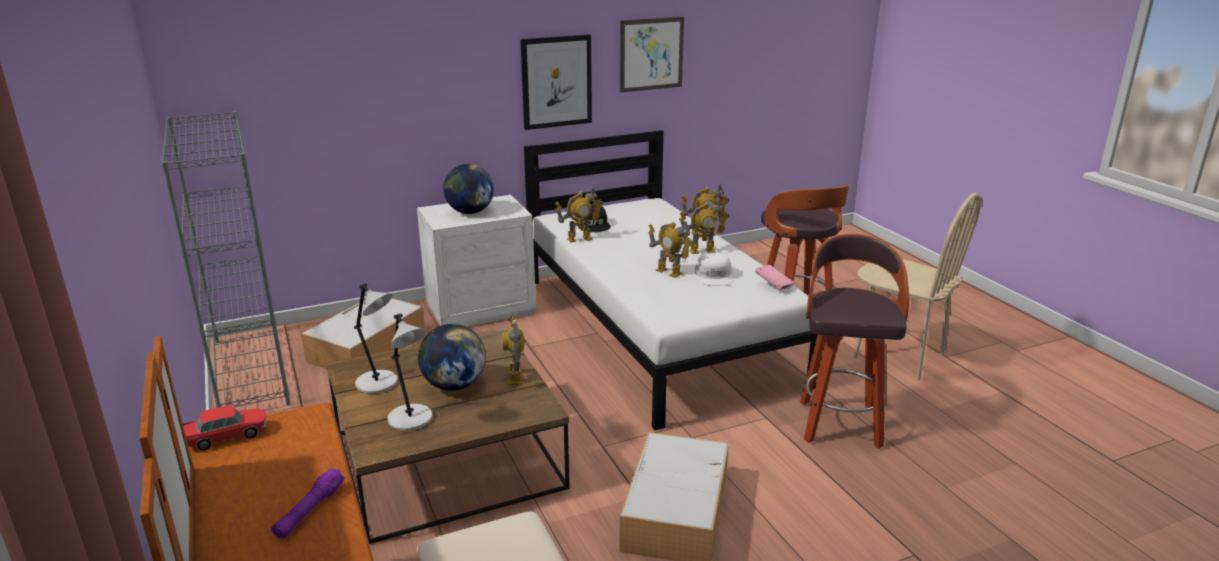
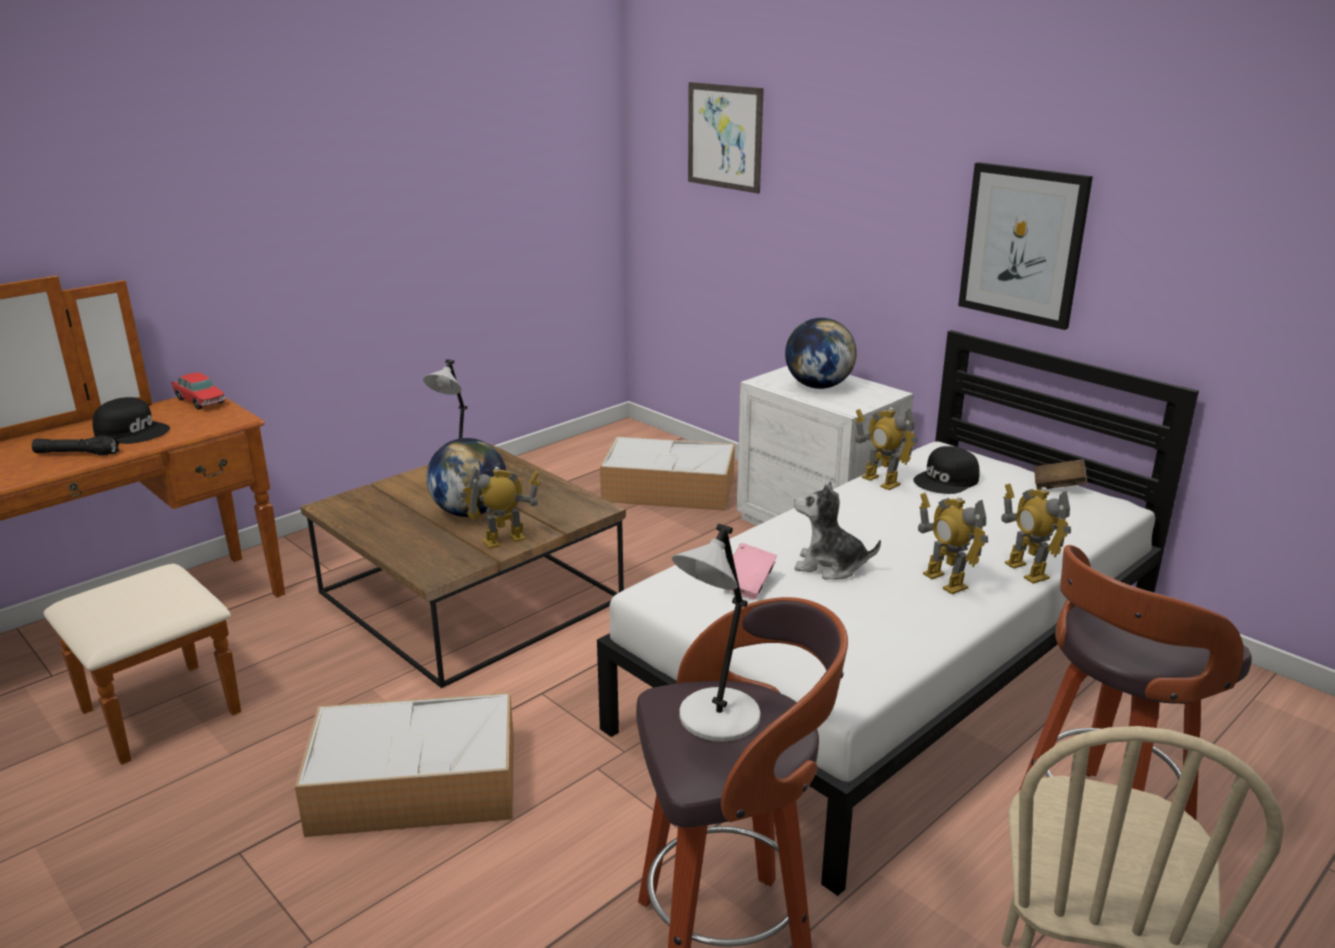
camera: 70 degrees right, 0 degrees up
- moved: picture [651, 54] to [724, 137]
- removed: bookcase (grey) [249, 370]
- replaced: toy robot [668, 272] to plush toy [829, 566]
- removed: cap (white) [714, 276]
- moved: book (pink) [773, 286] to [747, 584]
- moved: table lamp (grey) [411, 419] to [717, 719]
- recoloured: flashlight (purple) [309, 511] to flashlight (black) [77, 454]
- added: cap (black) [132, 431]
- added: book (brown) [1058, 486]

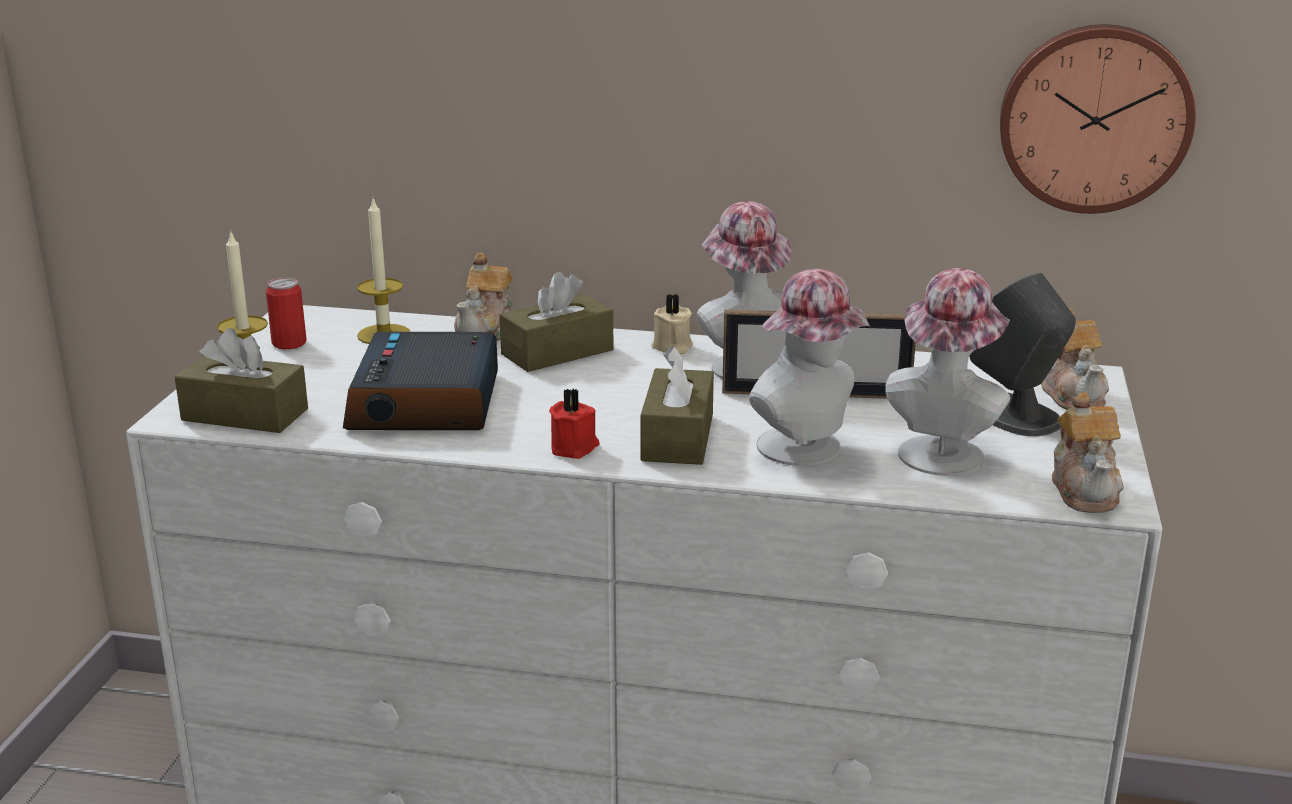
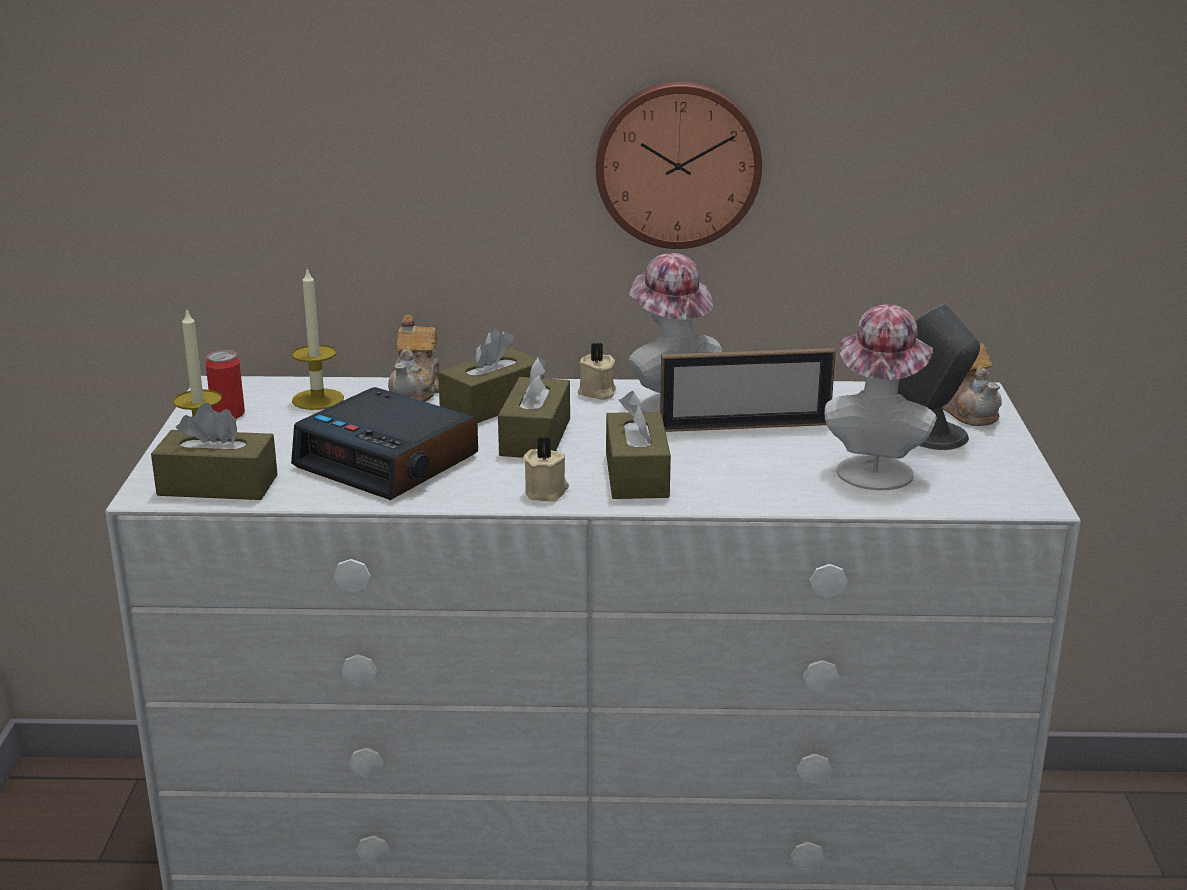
camera: 10 degrees left, 0 degrees up
- moved: wall clock [1094, 117] to [678, 163]
- removed: hat [807, 450]
- turned: alarm clock [426, 402] = [389, 461] 45 degrees counterclockwise
- recoloured: candle (red) [575, 448] to candle (beige) [547, 492]
- removed: teapot [1085, 490]
- added: tissue box (brown) [535, 437]

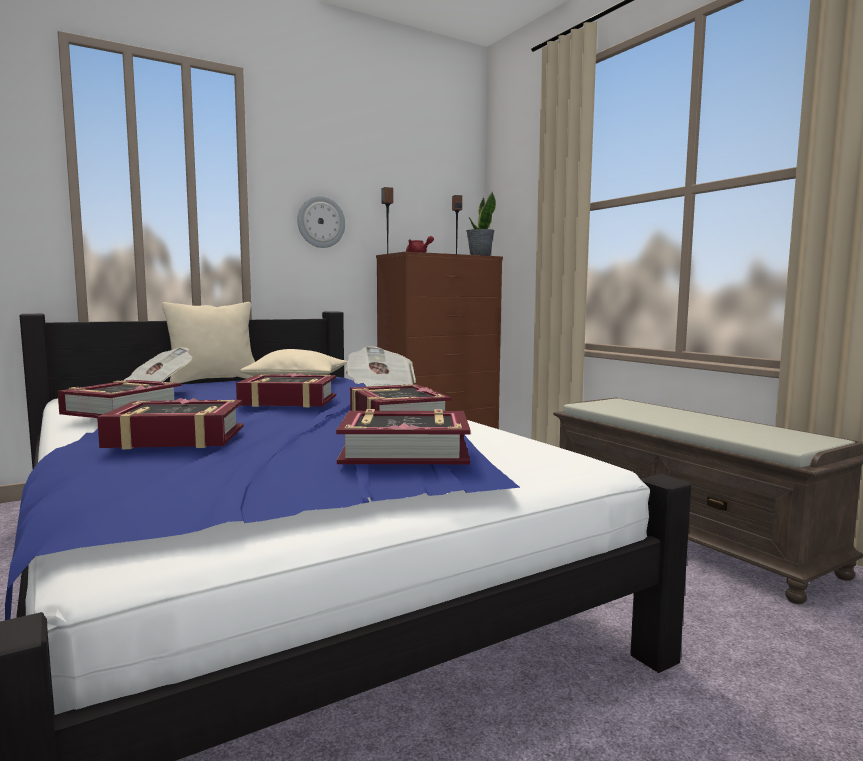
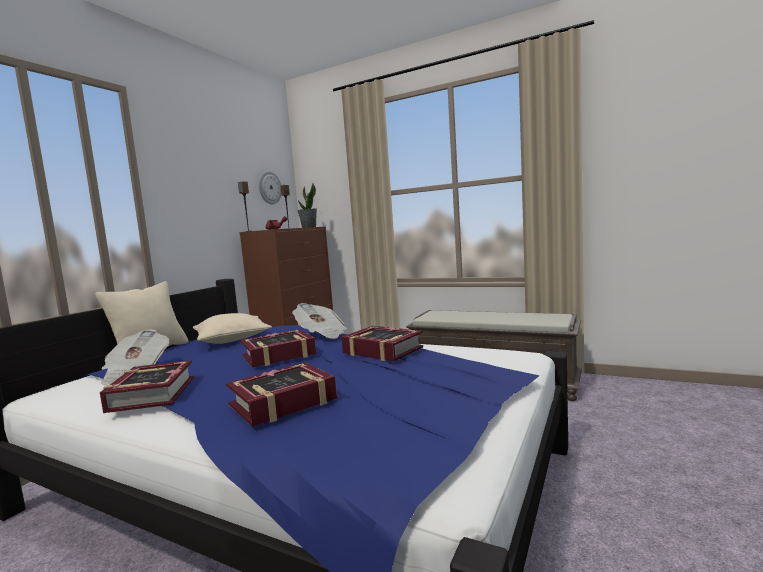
camera: 30 degrees left, 0 degrees up
- moved: wall clock [321, 222] to [269, 187]
- removed: book [405, 451]

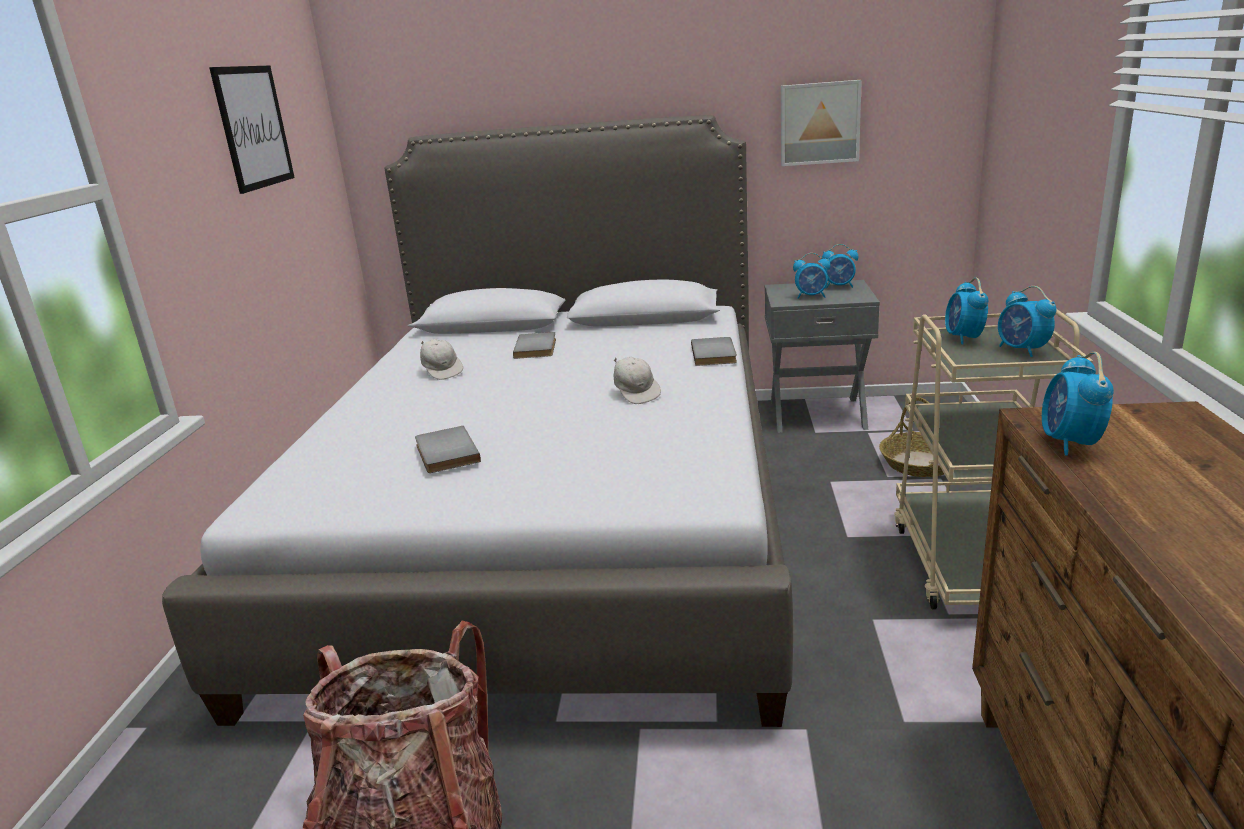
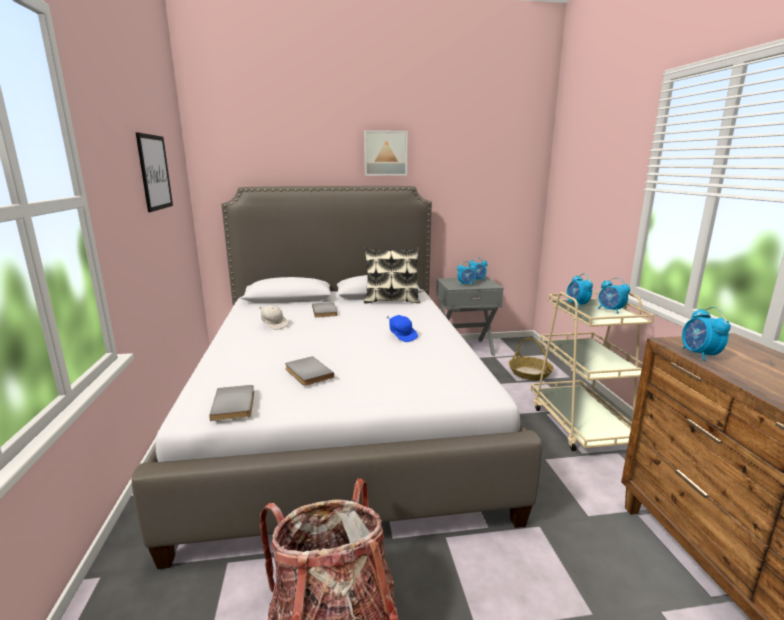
camera: 15 degrees left, 5 degrees down
- moved: picture [819, 123] to [385, 153]
- moved: book (grey) [715, 354] to [235, 404]
- recoloured: cap (white) [636, 393] to cap (blue) [402, 336]
- added: pillow [391, 300]

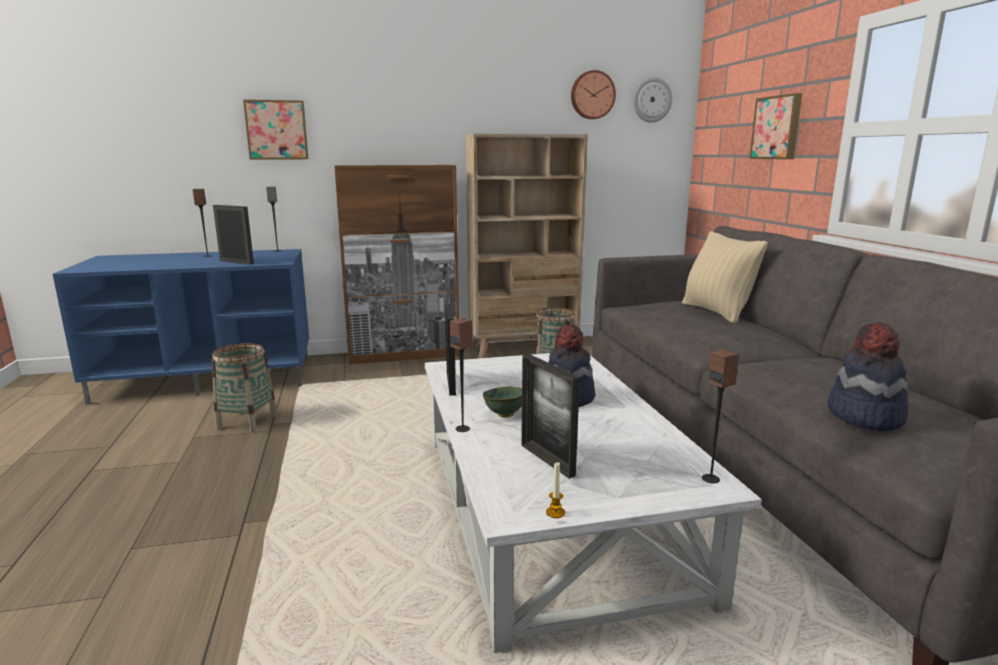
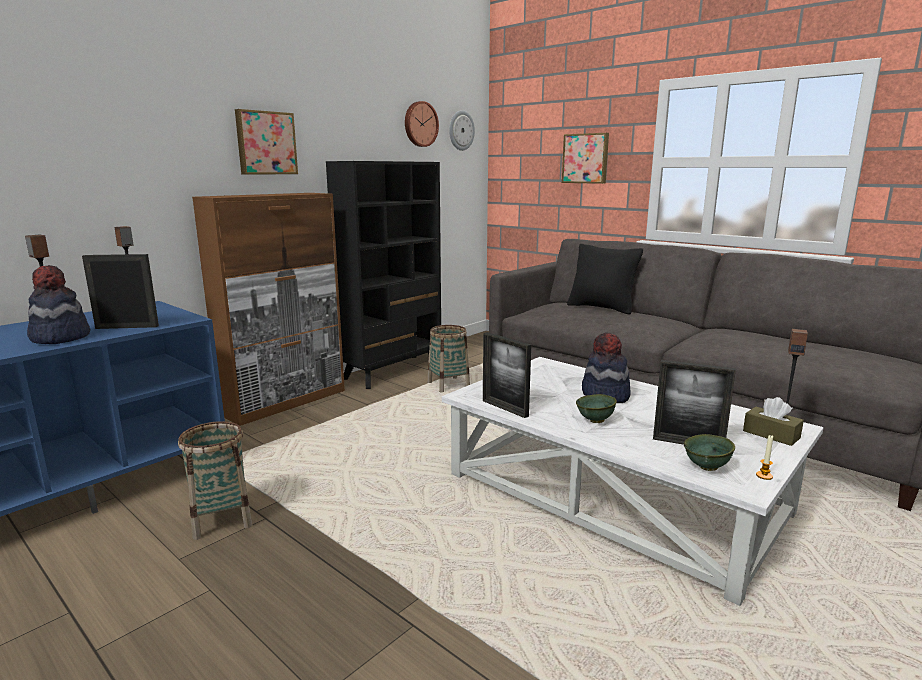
camera: 35 degrees left, 0 degrees up
- moved: picture [277, 130] to [265, 143]
- recoloured: bookcase (beige) [524, 349] to bookcase (black) [393, 371]
- recoloured: pillow (beige) [716, 312] to pillow (black) [601, 308]
- removed: speaker [463, 428]
- moved: hat [864, 416] to [60, 337]
- added: tissue box (brown) [771, 434]
- added: bowl (green) [707, 468]

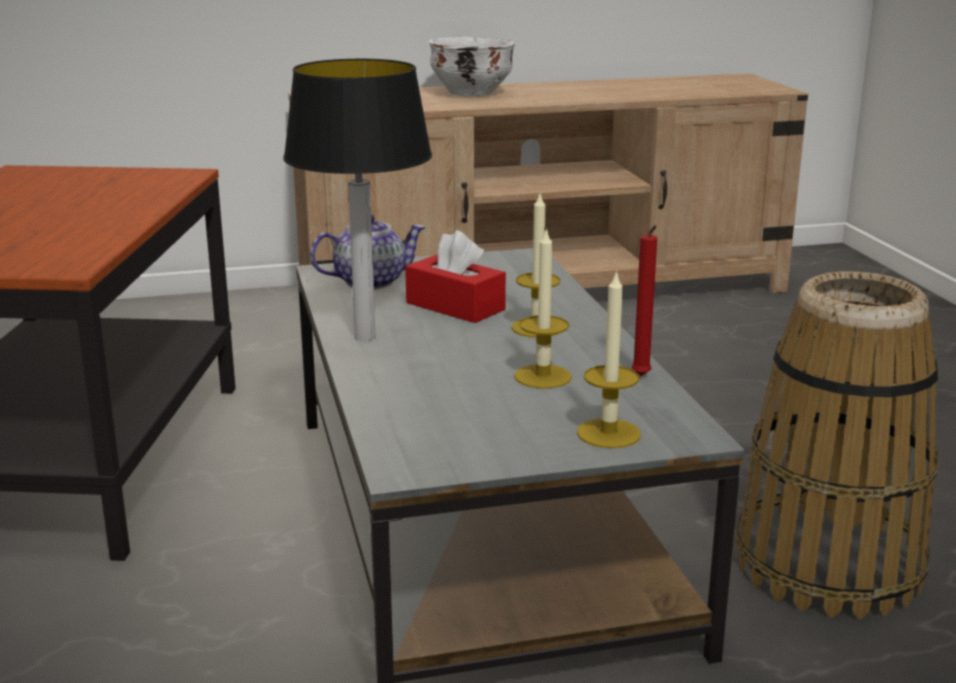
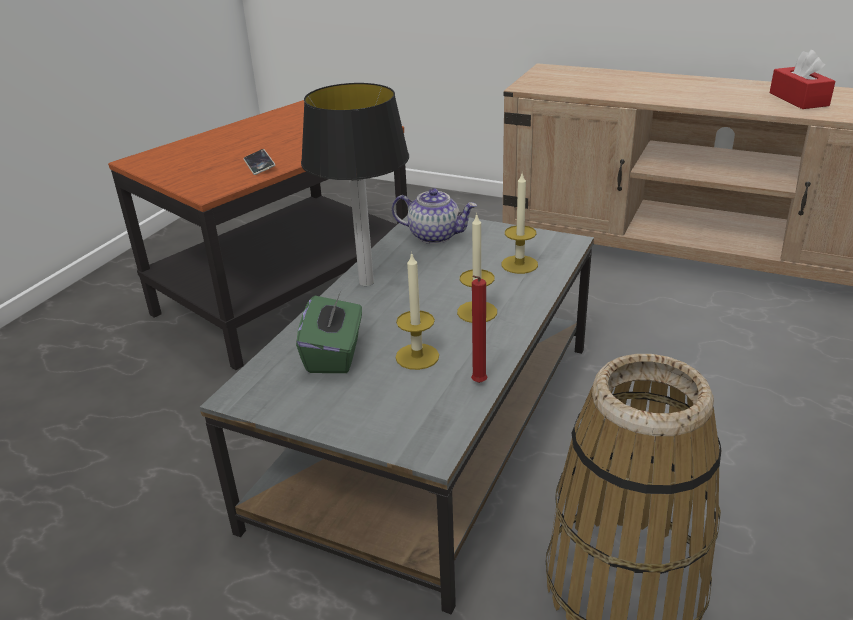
camera: 40 degrees right, 10 degrees up
- removed: bowl (white) [470, 93]
- moved: tissue box (red) [455, 306] to [798, 99]
- moved: candle [608, 433] to [519, 264]
- added: phone [259, 165]
- added: tissue box (green) [334, 354]

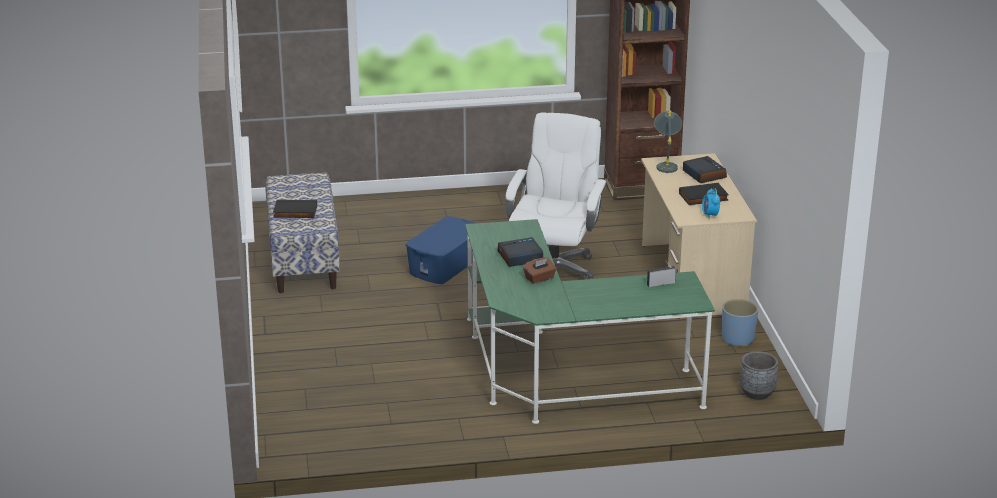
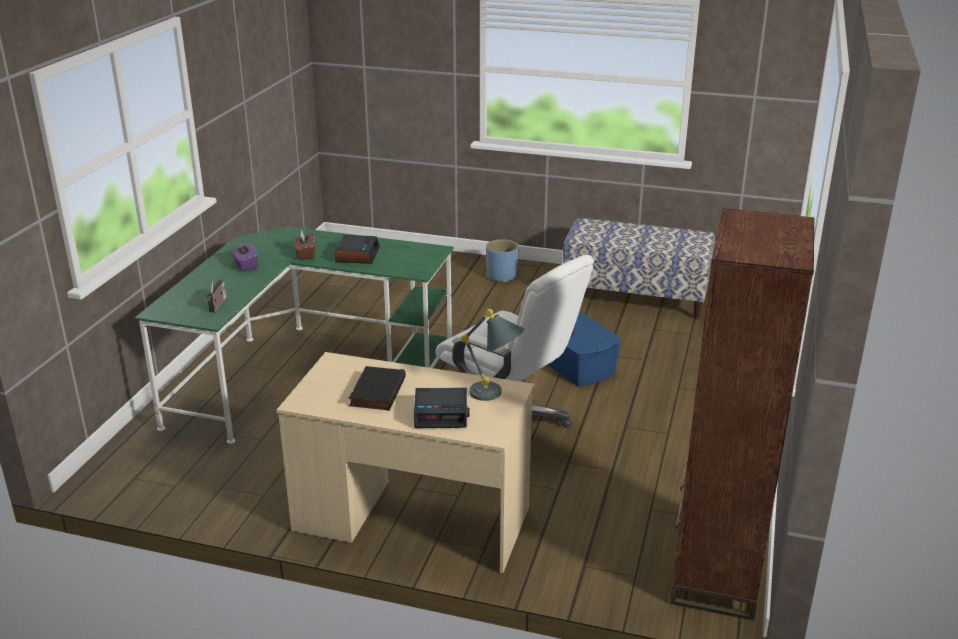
camera: 115 degrees right, 0 degrees up
- removed: alarm clock [710, 215]
- removed: book (black) [295, 212]
- moved: planter (blue) [737, 338] to [502, 276]
- removed: planter (grey) [756, 393]
- added: tissue box (purple) [245, 265]

